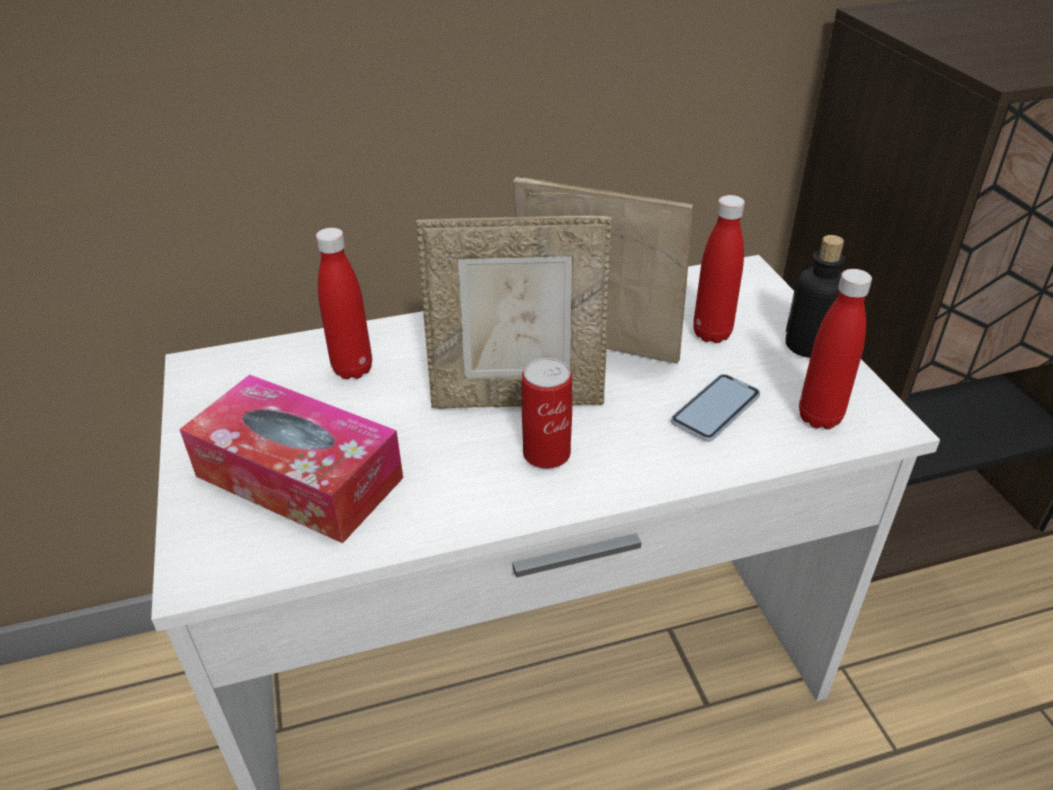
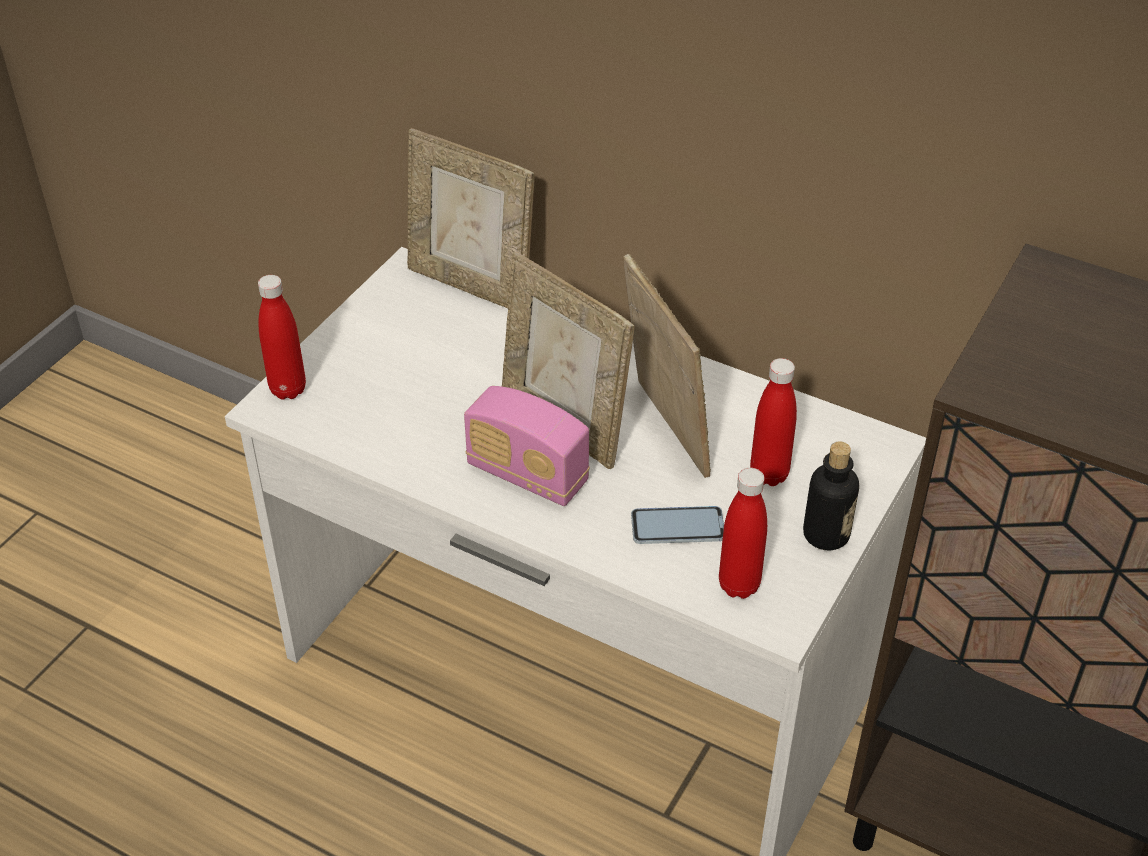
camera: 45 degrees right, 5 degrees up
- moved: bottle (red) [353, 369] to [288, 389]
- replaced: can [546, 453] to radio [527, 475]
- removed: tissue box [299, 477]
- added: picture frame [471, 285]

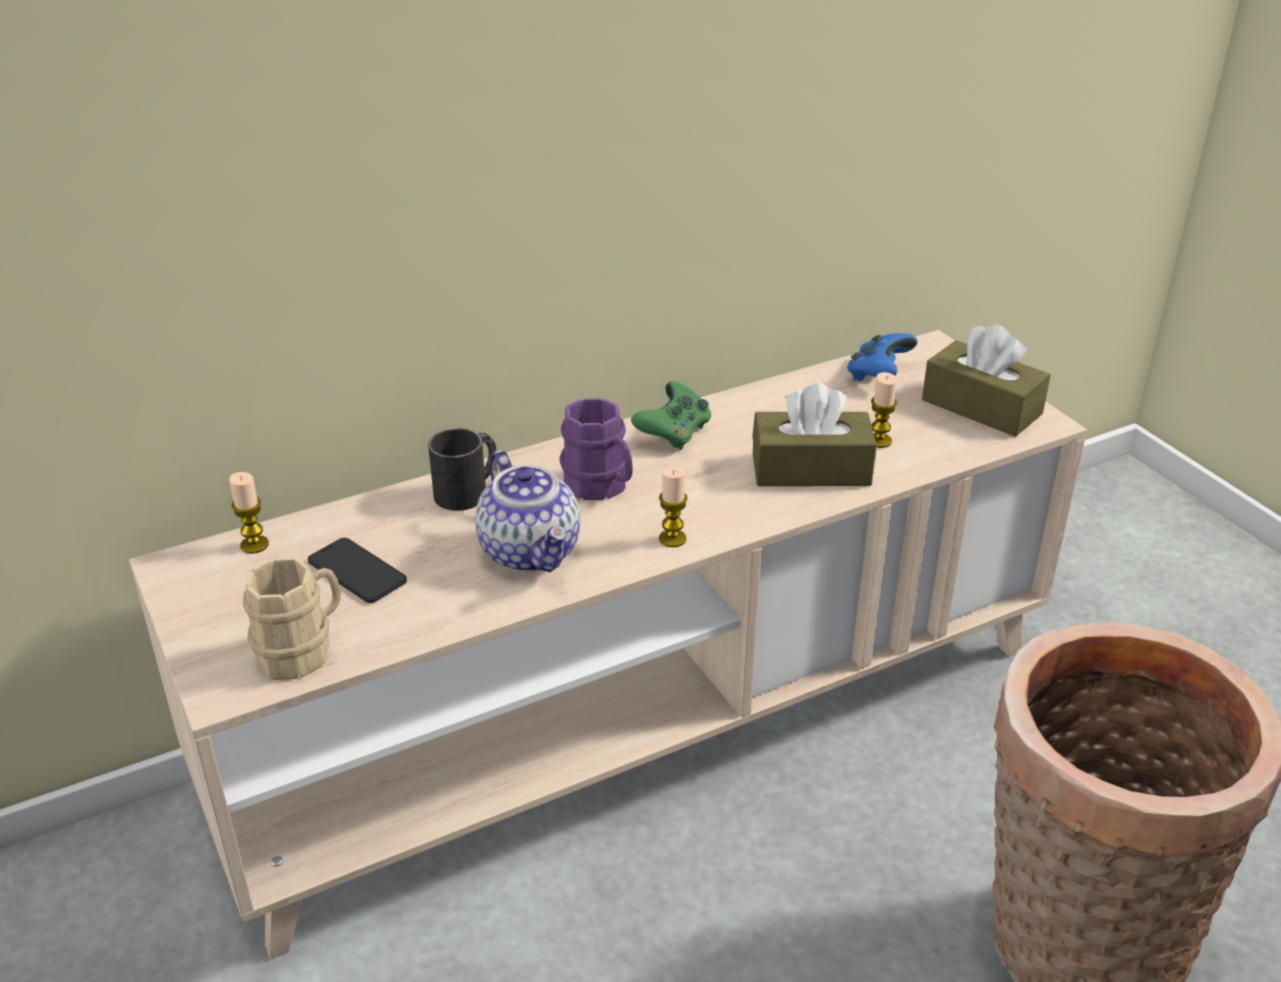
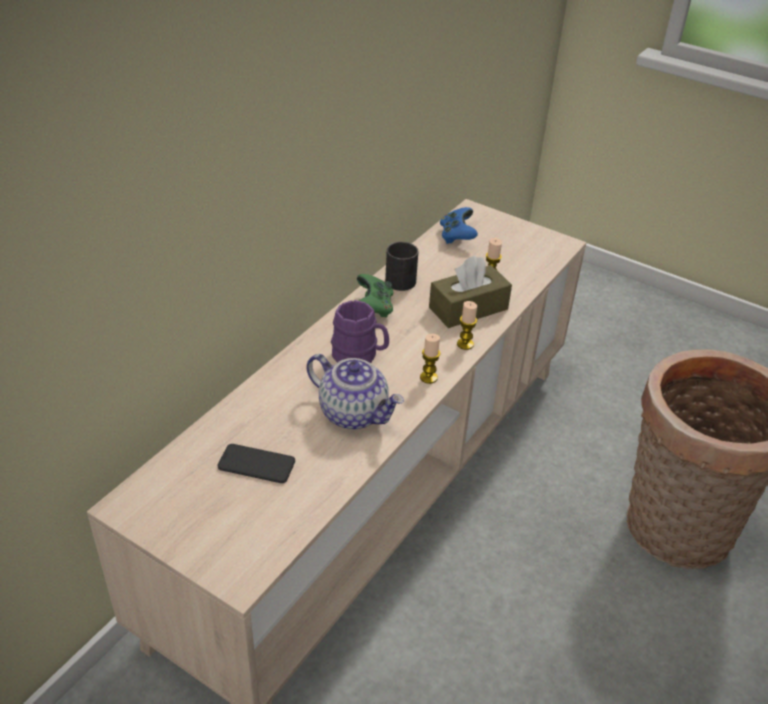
camera: 30 degrees left, 5 degrees up
- removed: tissue box (brown) [981, 407]
- moved: mug (black) [469, 490] to [402, 277]
- moved: candle [254, 545] to [465, 344]
- removed: mug (beige) [303, 649]

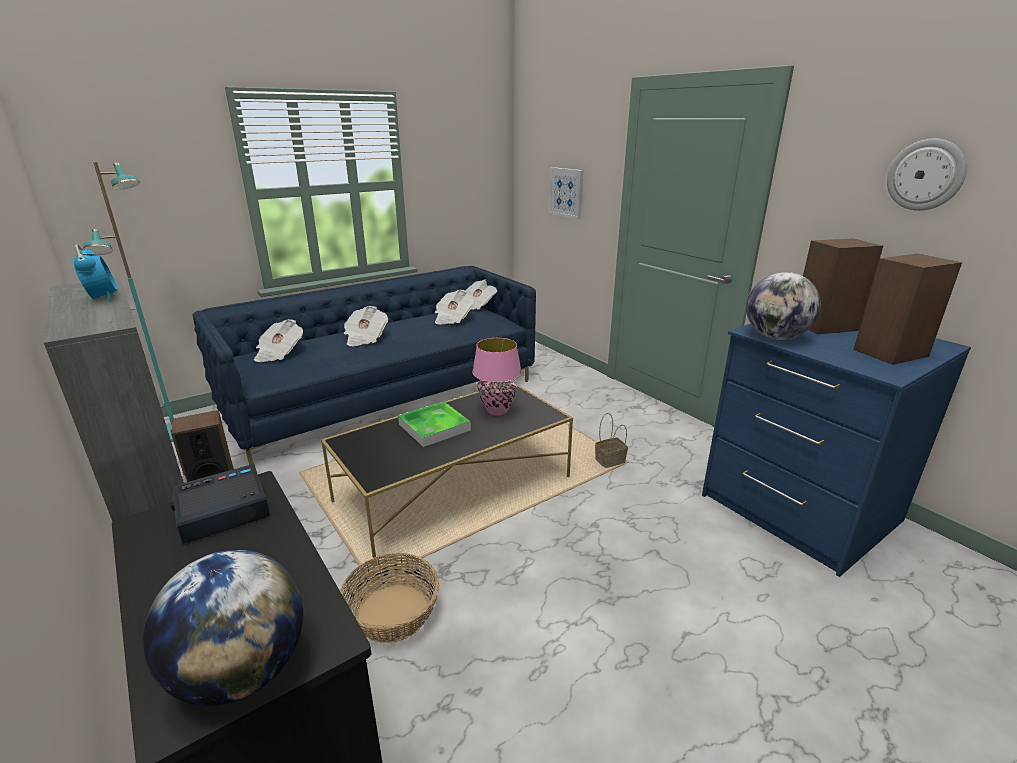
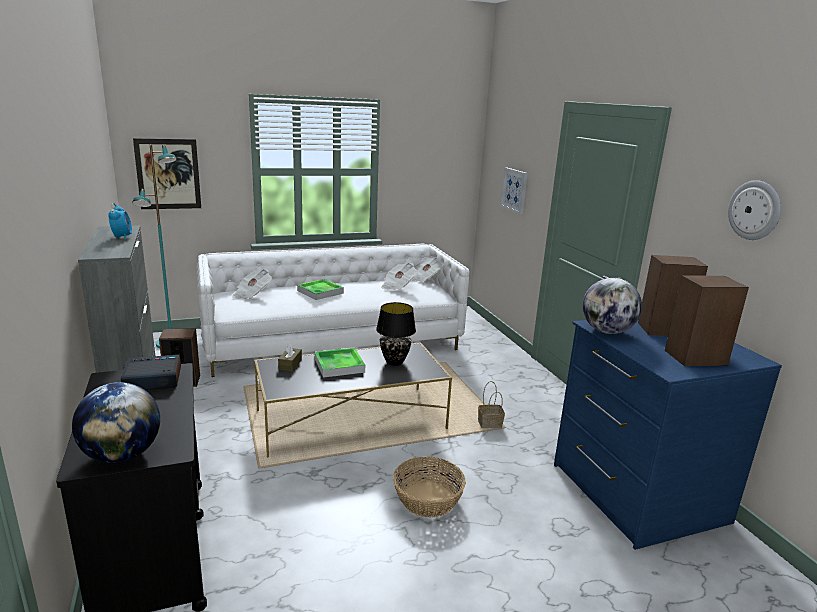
camera: 15 degrees right, 5 degrees down
- recoloured: sofa (blue) [386, 396] to sofa (white) [333, 342]
- replaced: newspaper [365, 338] to tray [320, 292]
- recoloured: table lamp (pink) [498, 411] to table lamp (black) [395, 362]
- moved: basket [392, 613] to [427, 499]
- added: picture [168, 174]
- added: tissue box (brown) [290, 364]

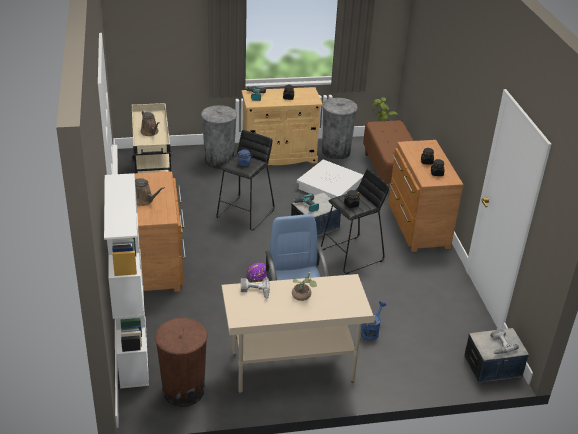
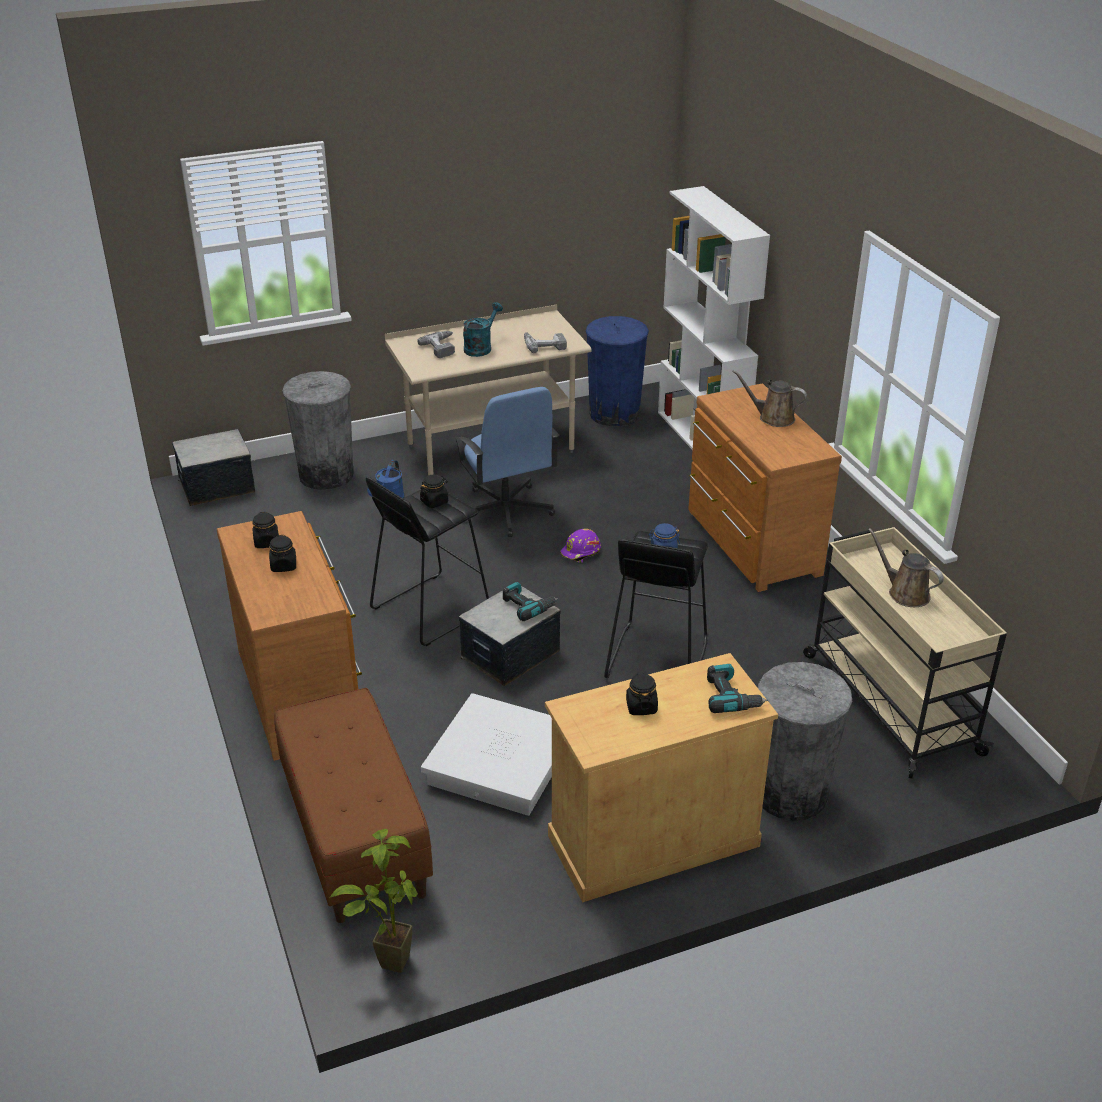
camera: 170 degrees right, 0 degrees up
- moved: trash can (grey) [336, 152] to [326, 475]
- replaced: potted plant [302, 296] to watering can (turquoise) [480, 347]
- recoloured: trash can (brown) [183, 390] to trash can (blue) [614, 413]
- moved: power drill [499, 345] to [443, 347]

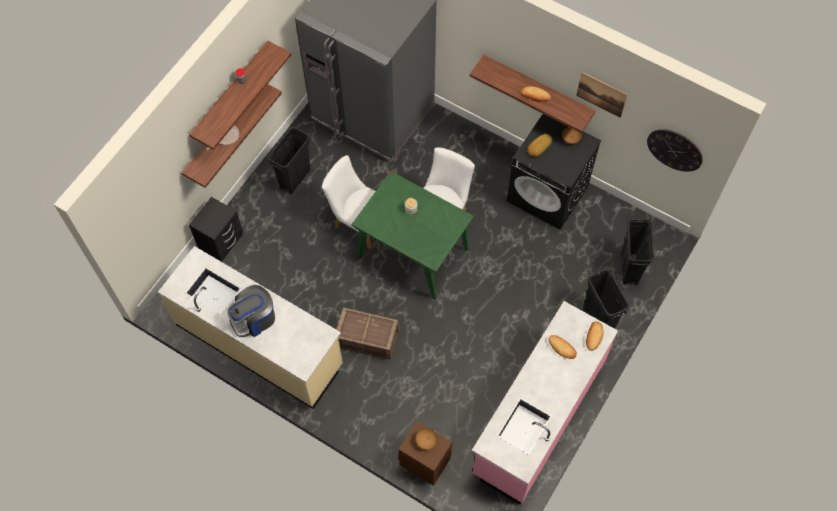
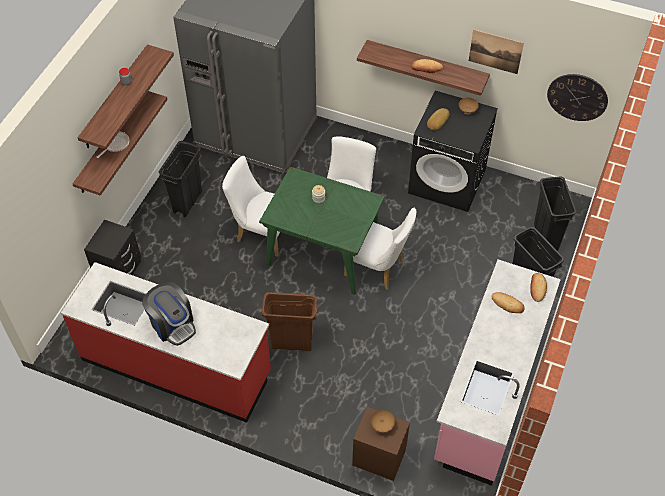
camera: 10 degrees left, 10 degrees down
- recoloured: counter (beige) [259, 344] to counter (red) [176, 366]
- turned: coffee machine [254, 319] = [172, 324] 90 degrees counterclockwise
- replaced: crate [367, 339] to trash can (brown) [291, 343]
- added: chair (white) [378, 269]

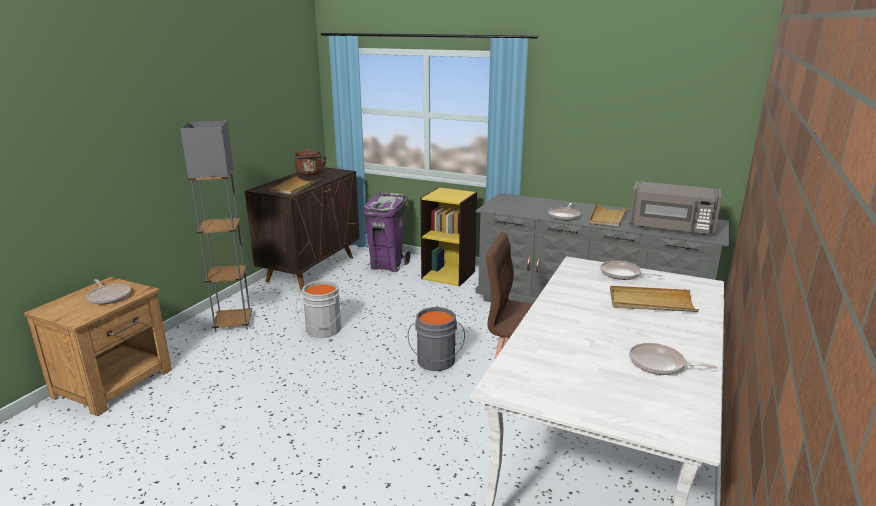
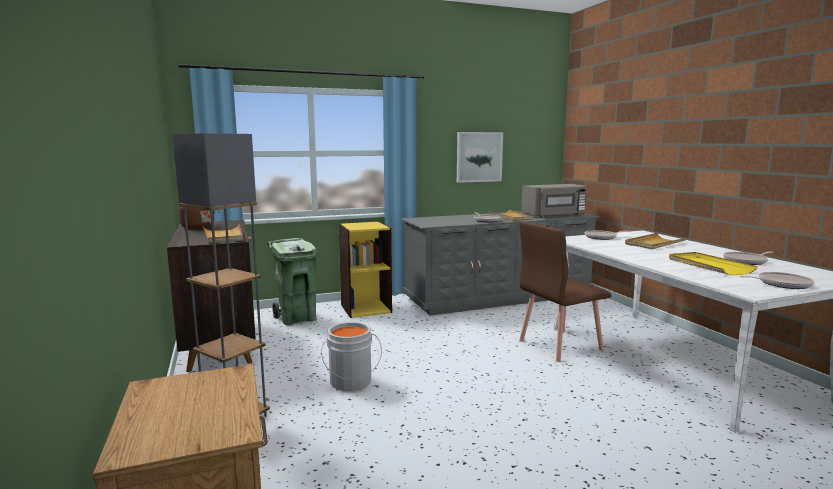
camera: 45 degrees left, 10 degrees down
- recoloured: trash can (purple) [387, 265] to trash can (green) [297, 318]
- moved: frying pan [109, 296] to [781, 284]
- removed: bucket (grey) [436, 362]
- added: picture [479, 157]
- added: tray (yellow) [709, 266]

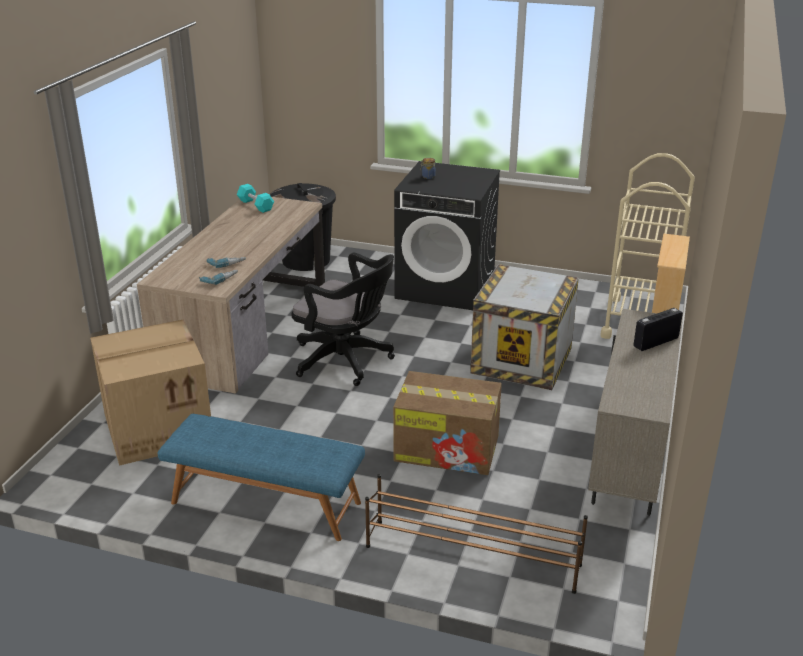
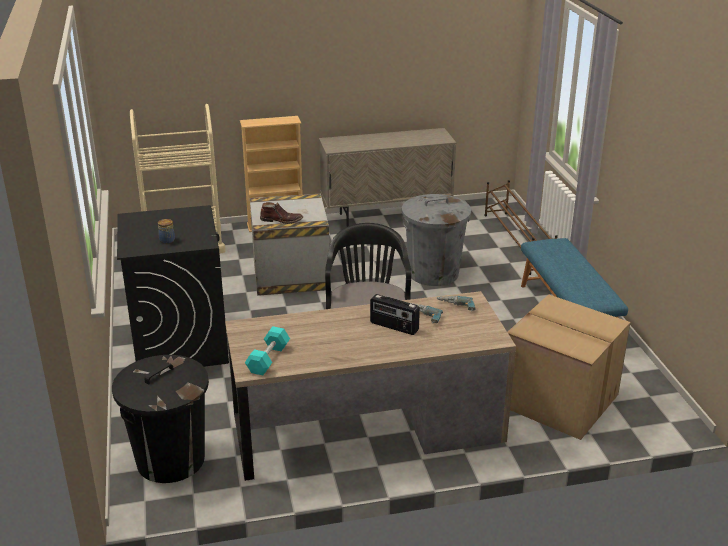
camera: 120 degrees left, 0 degrees up
- moved: radio [655, 342] to [394, 327]
- replaced: cardboard box [448, 448] to trash can (grey) [433, 273]
- added: boot (brown) [281, 220]

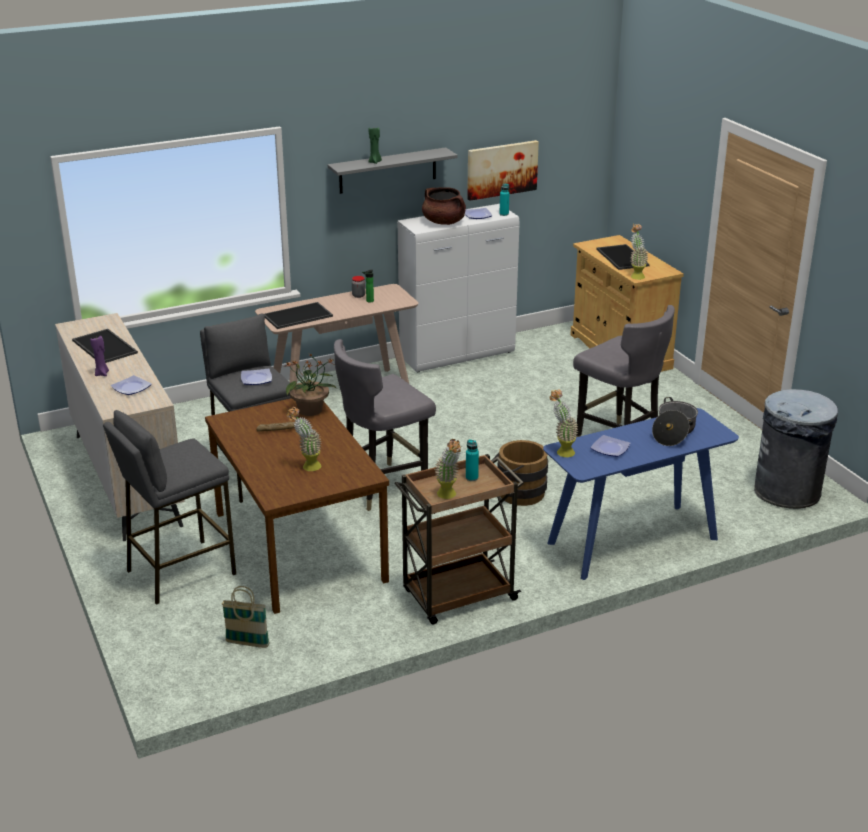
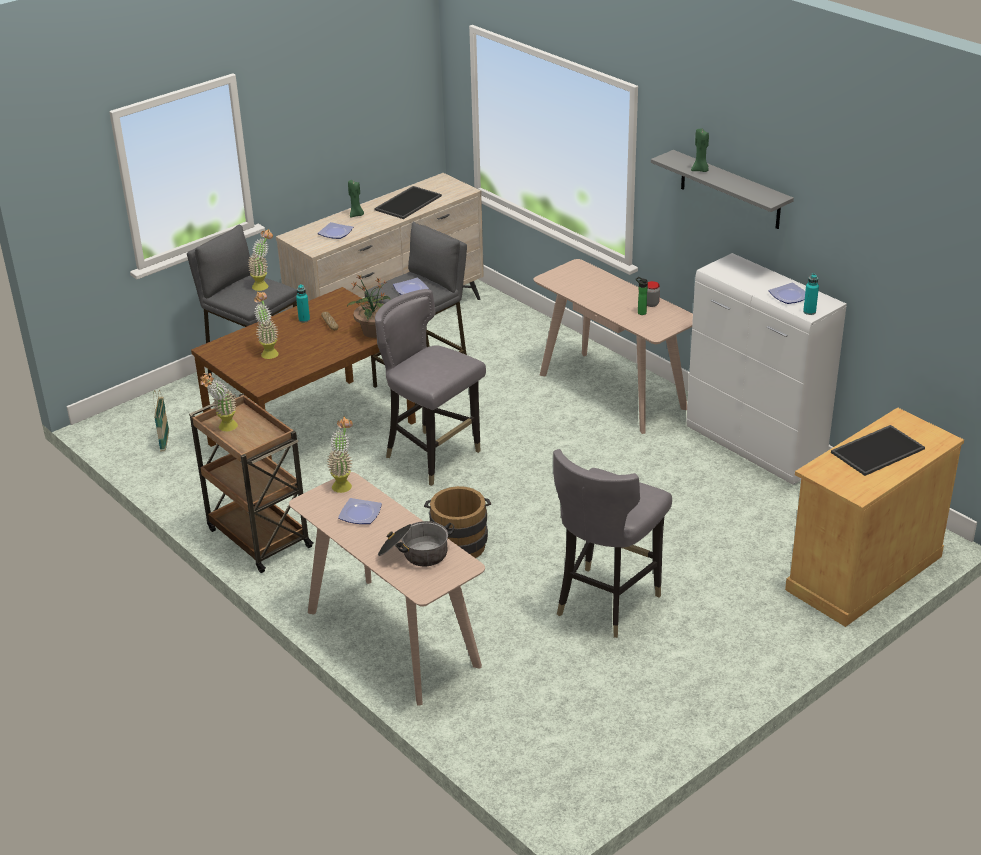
camera: 75 degrees right, 5 degrees up
- removed: picture [501, 169]
- removed: cooking pot (brown) [444, 222]
- moved: potted plant [635, 275] to [264, 285]
- removed: tray [297, 316]
- recoloured: candle (purple) [102, 374] to candle (green) [356, 215]
- removed: trash can (grey) [787, 492]
- recoloured: console table (blue) [632, 541] to console table (beige) [391, 638]
- moved: bottle (turquoise) [471, 478] to [304, 319]

